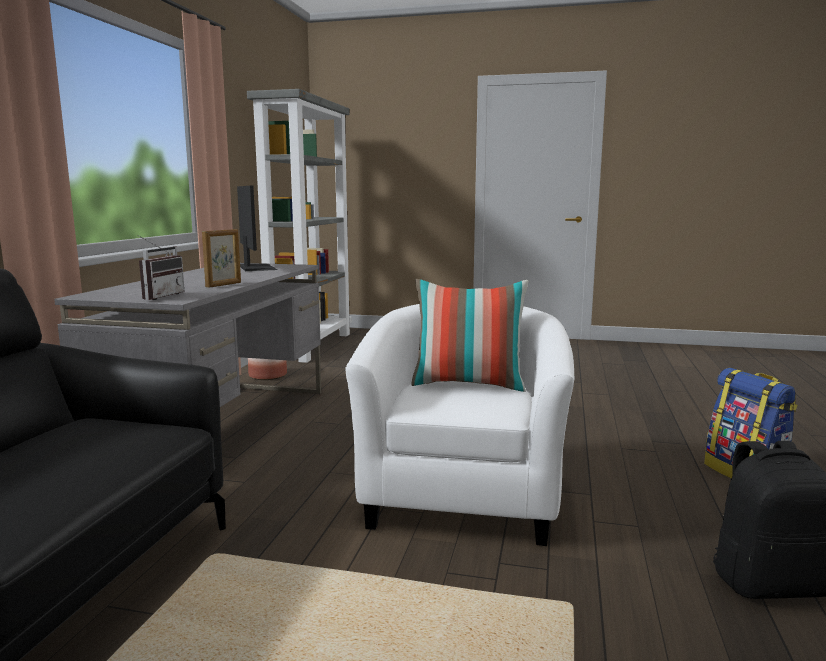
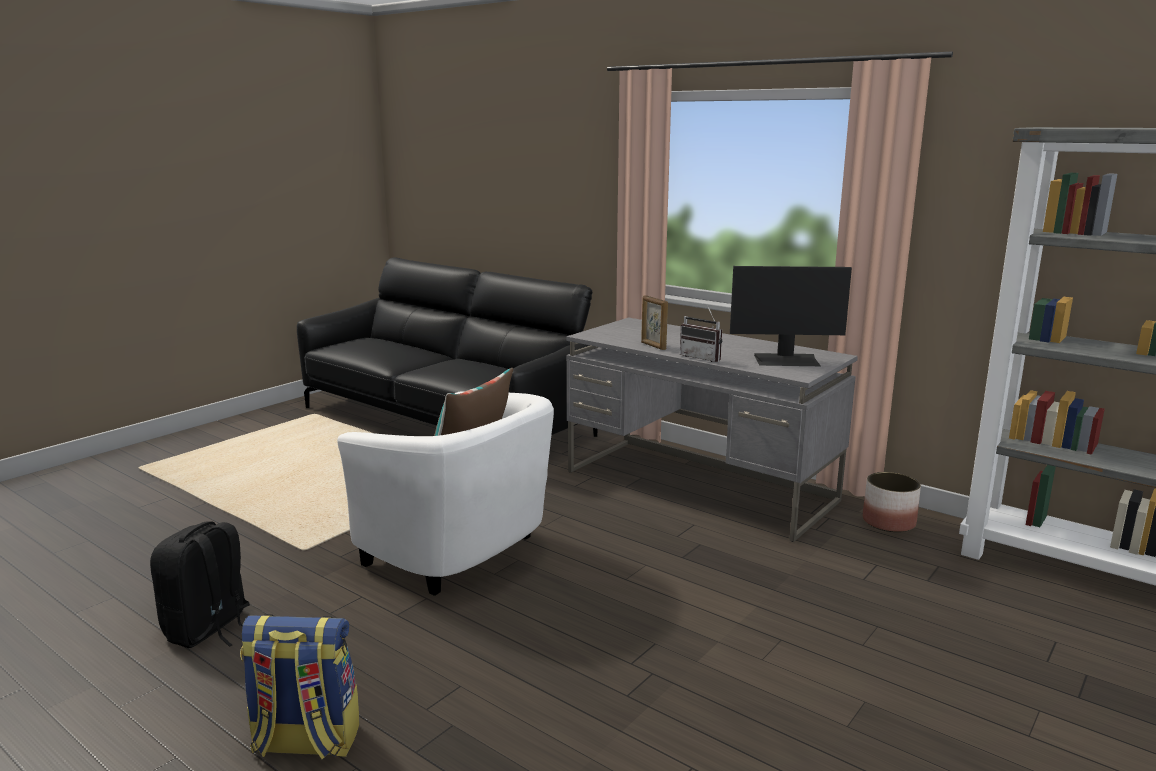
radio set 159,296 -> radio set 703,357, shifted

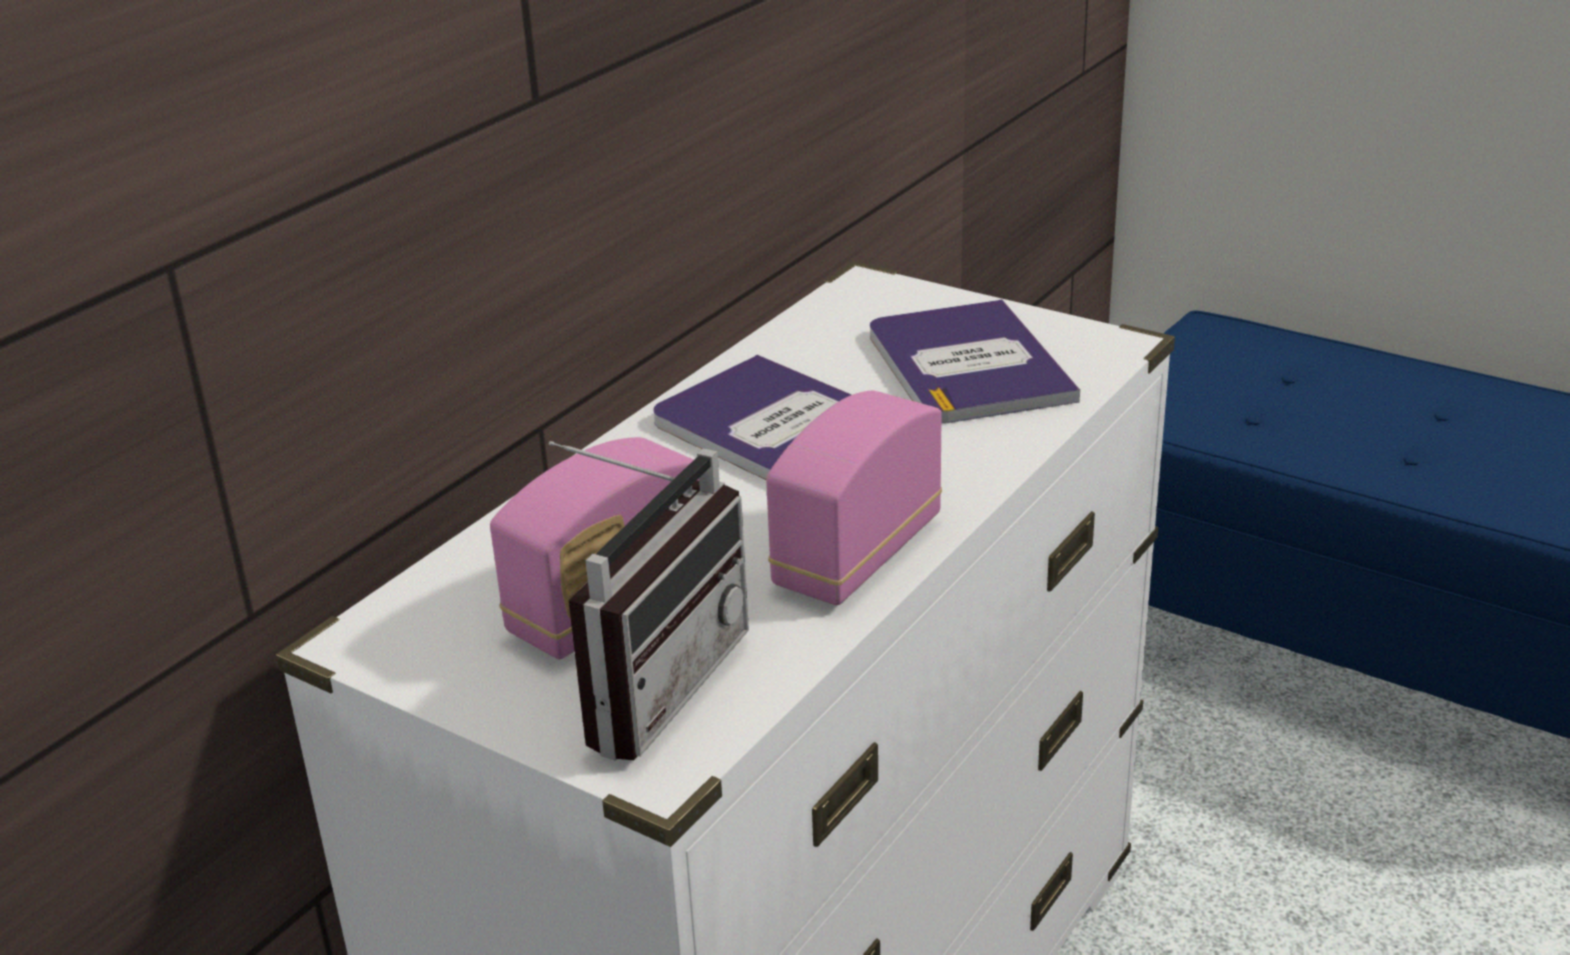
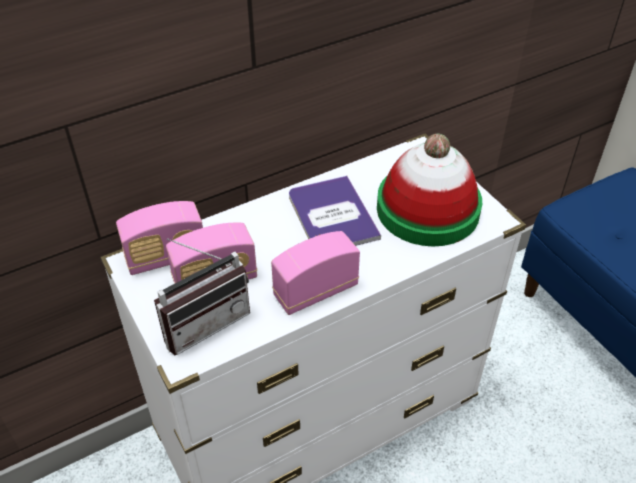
none -> radio set 166,257
bound book 967,365 -> clothing hat 427,209

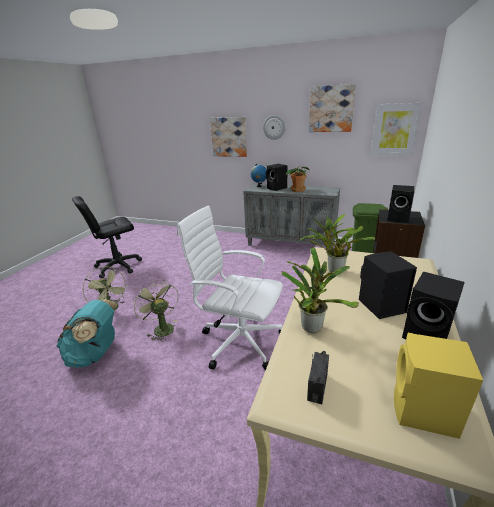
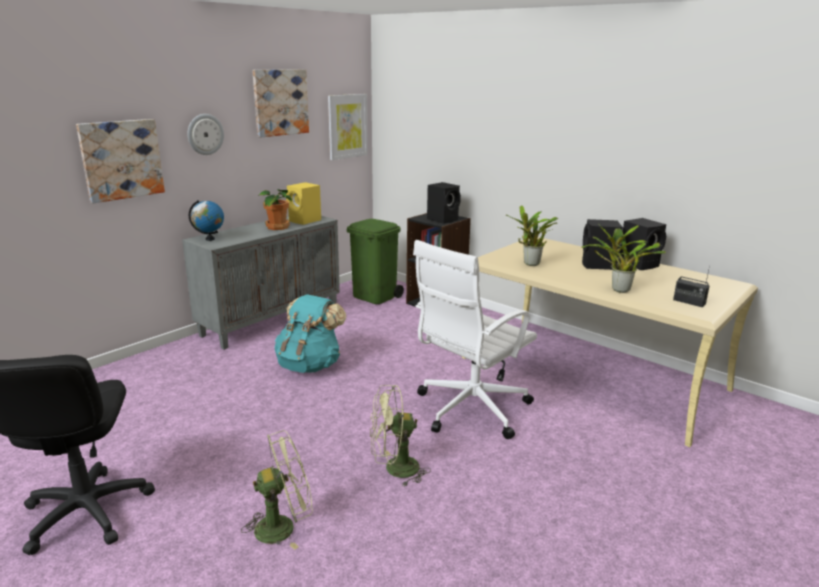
blackish audio speaker 277,188 -> none
turquoise rucksack 95,354 -> turquoise rucksack 310,365, shifted
yellow-coloured audio speaker 423,413 -> yellow-coloured audio speaker 305,221, shifted

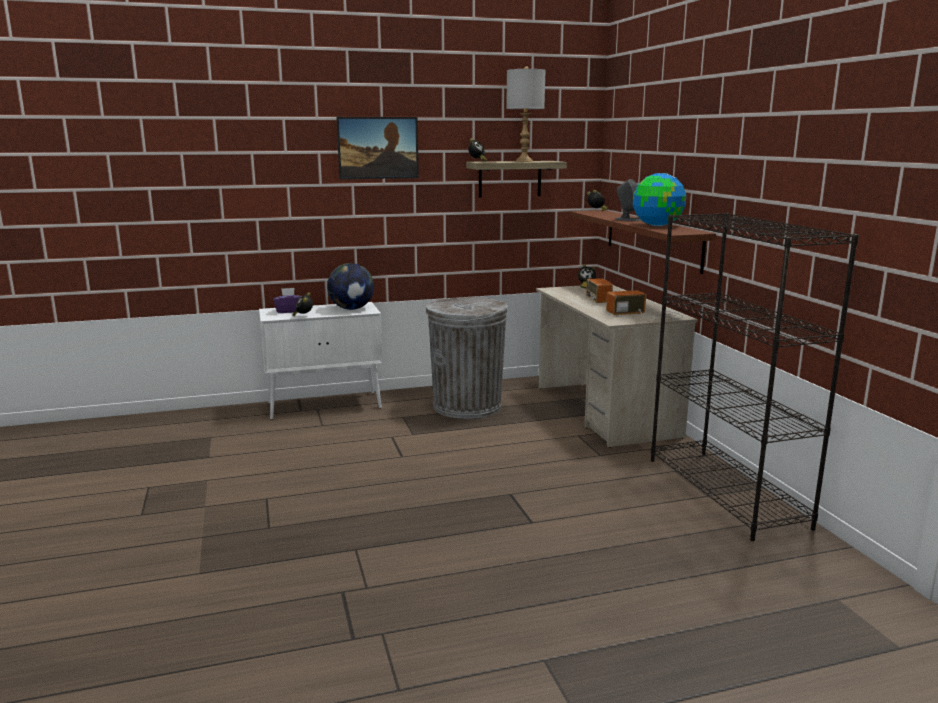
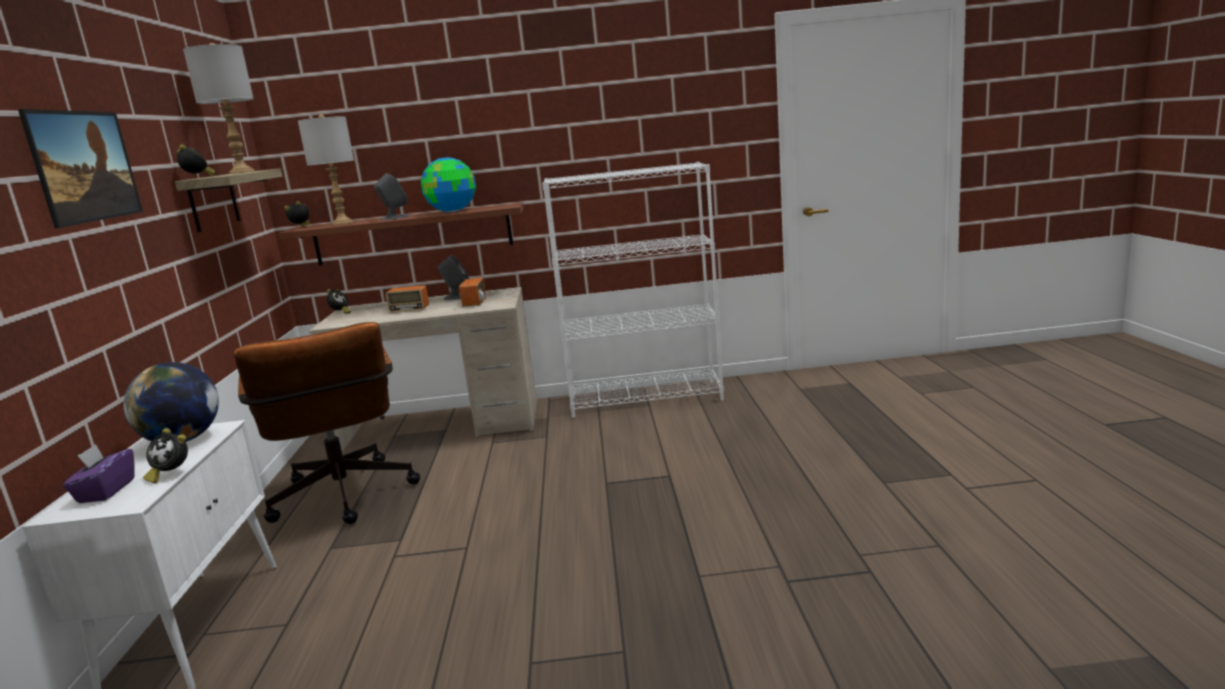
none -> grey table lamp 342,223
none -> grey audio speaker 457,297
grey rubbish bin 466,406 -> brown desk chair 344,500
blackish bookshelf 726,492 -> white-coloured bookshelf 646,398

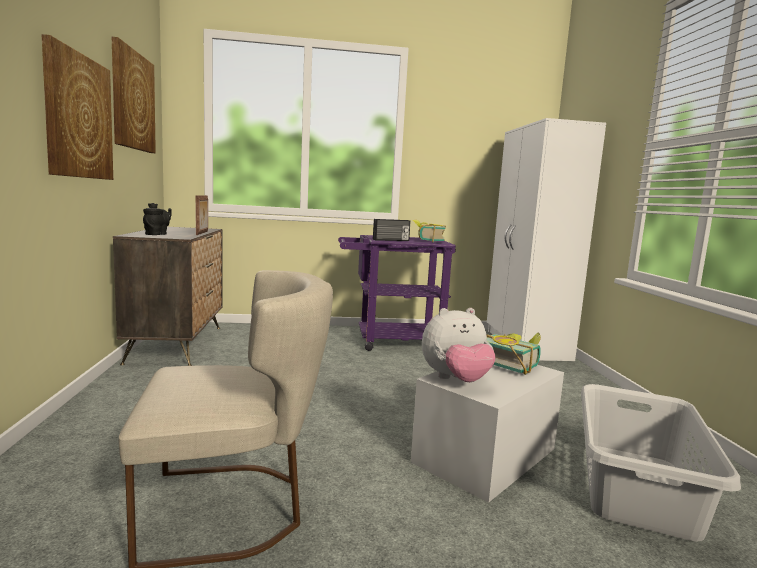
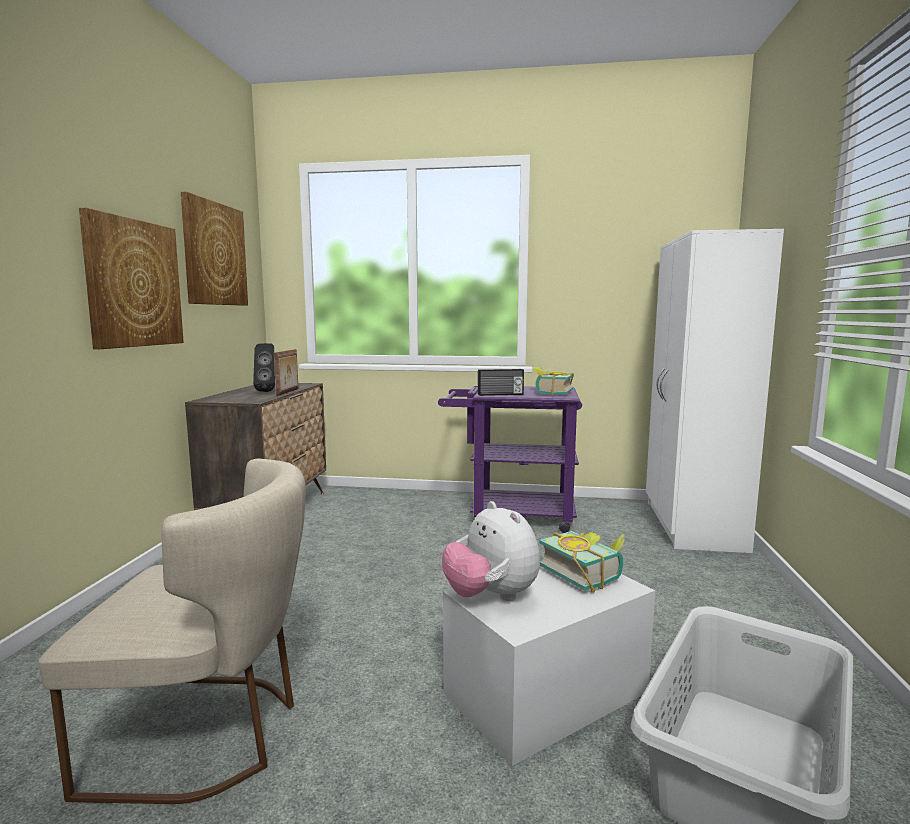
blackish tea pot 157,234 -> none
none -> blackish audio speaker 267,391
plush toy 455,380 -> plush toy 491,596, 60 degrees clockwise

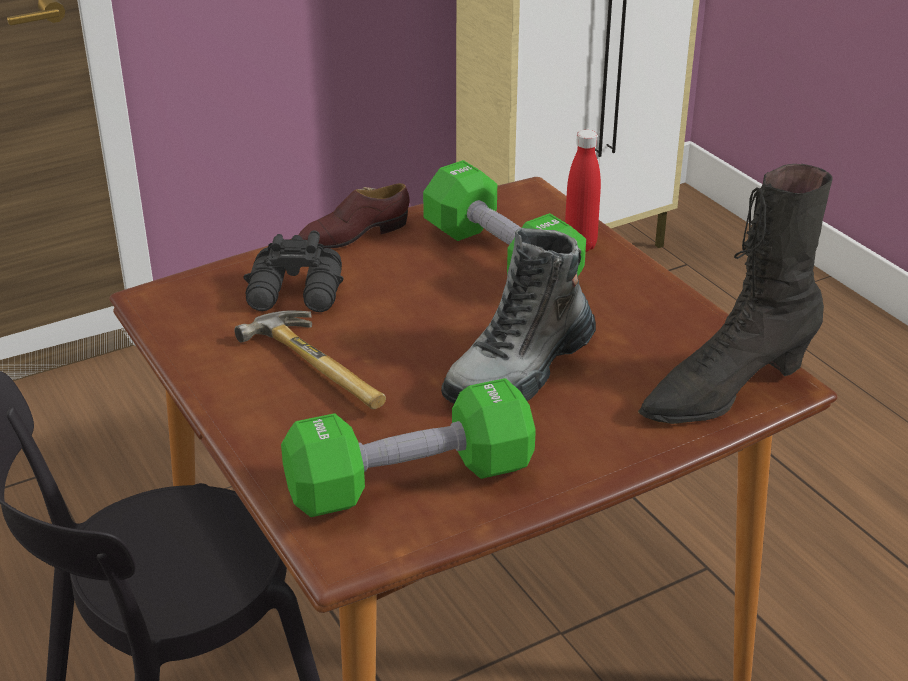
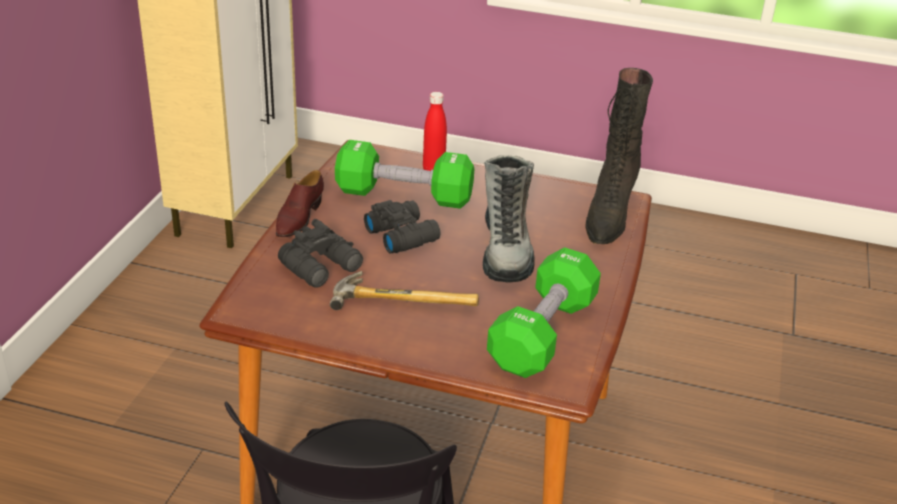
none -> blackish field glasses 402,234

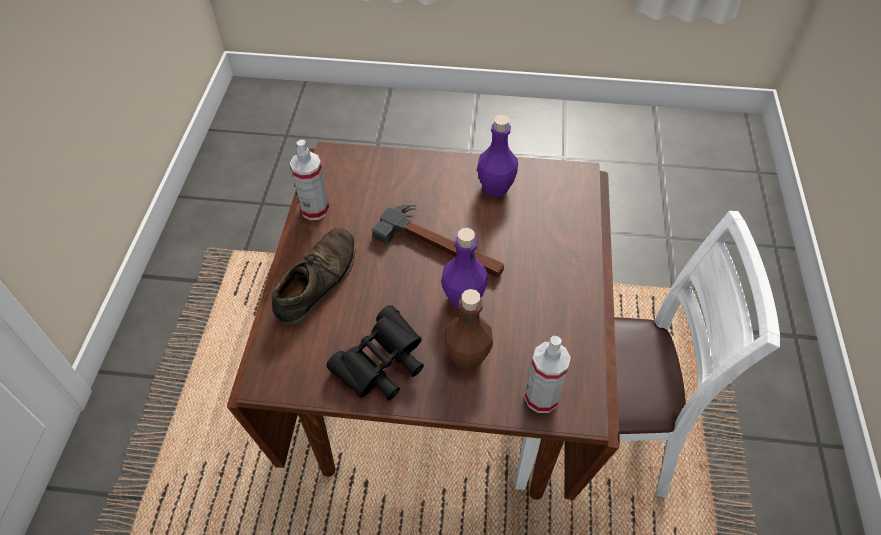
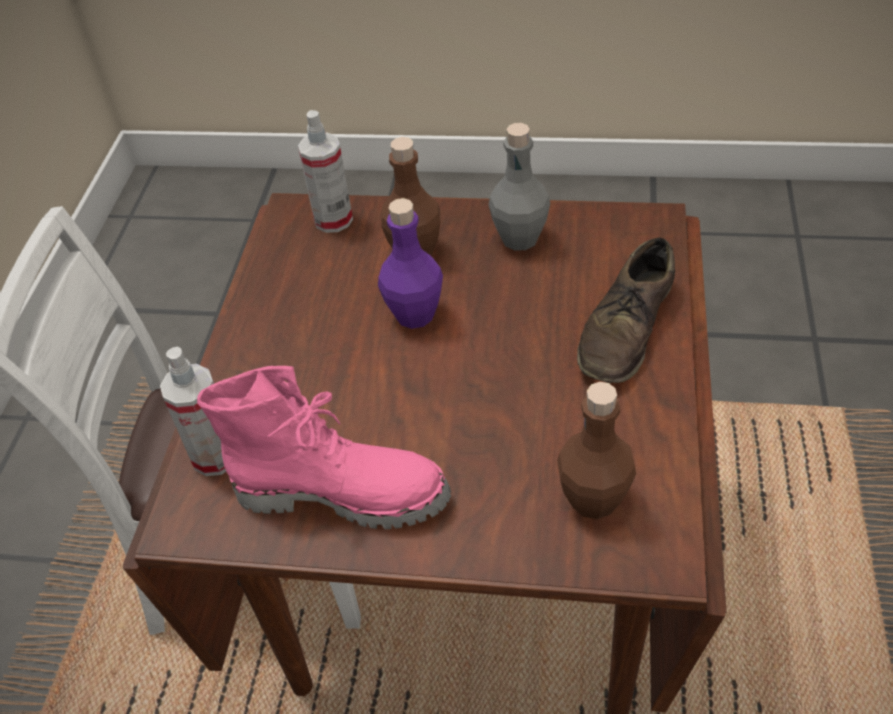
hand hammer 441,247 -> none
none -> brown beverage bottle 593,499
sprayer 315,209 -> sprayer 215,456, shifted
blackish field glasses 381,366 -> grey beverage bottle 519,238
purple-coloured beverage bottle 495,187 -> pinkish high-top boot 343,493

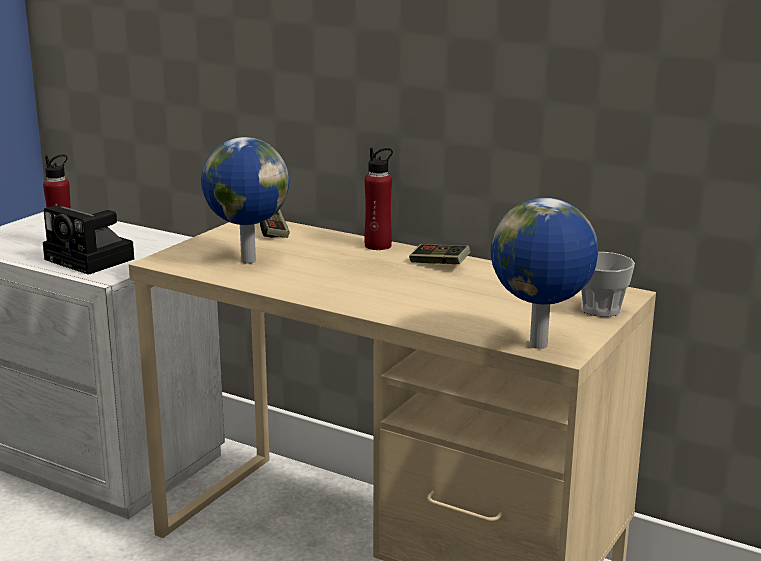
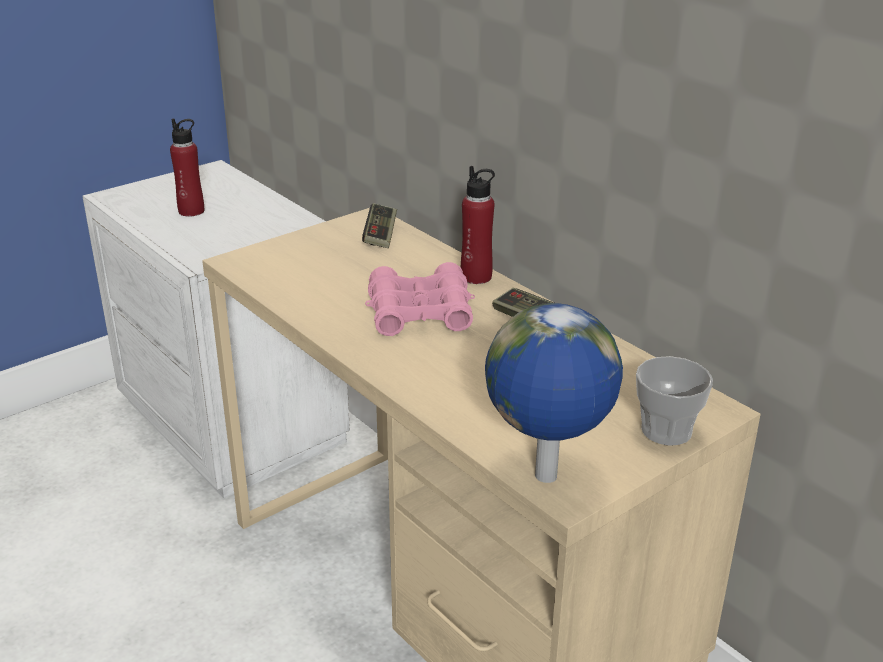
photo camera 92,260 -> none
globe 247,260 -> none
none -> pinkish field glasses 420,313

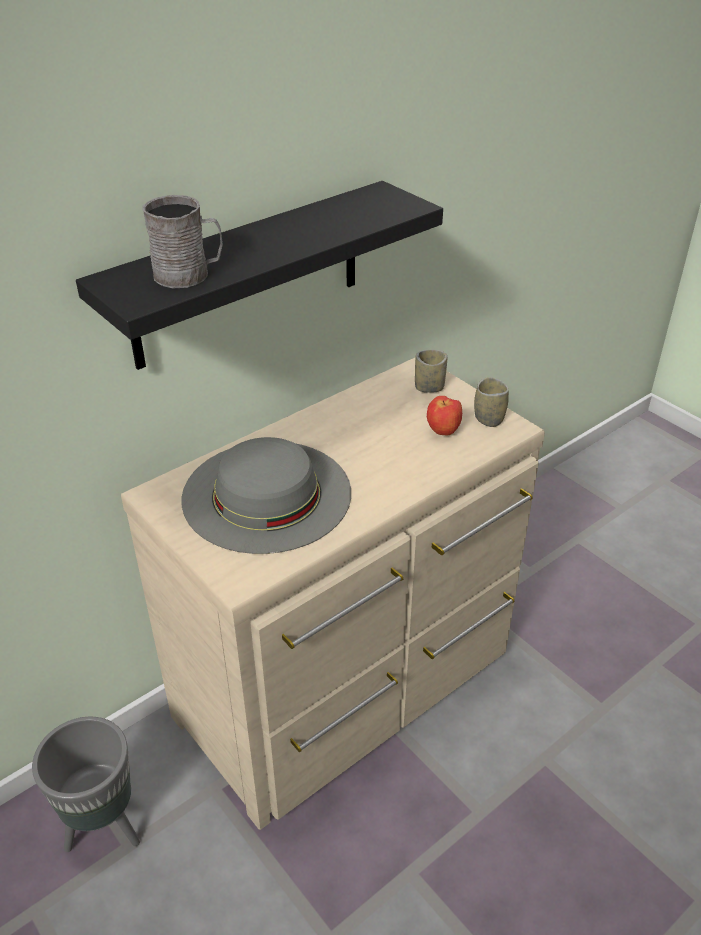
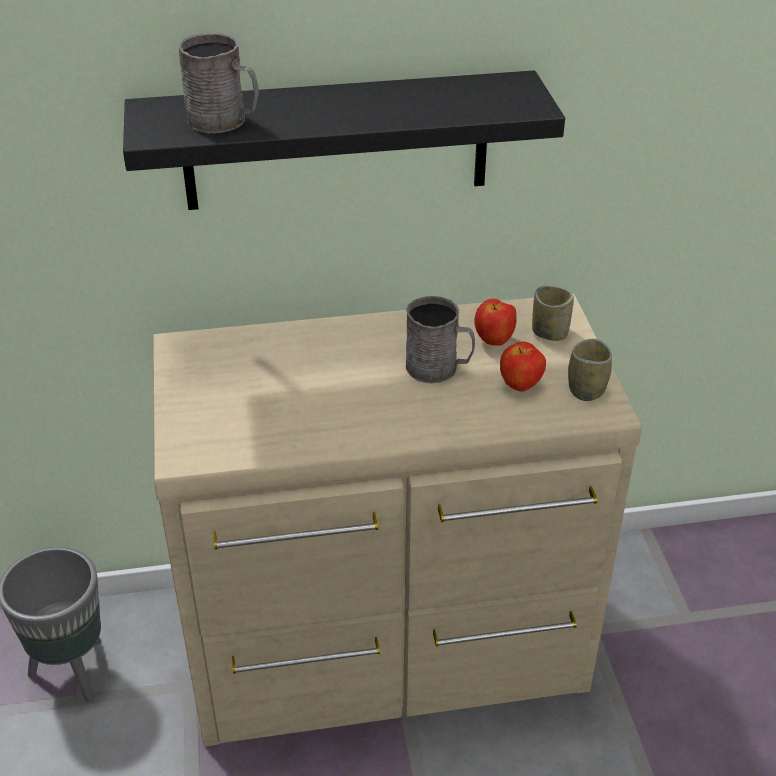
grey clothing hat 266,494 -> none
none -> grey tea mug 439,368
none -> apple 494,341

